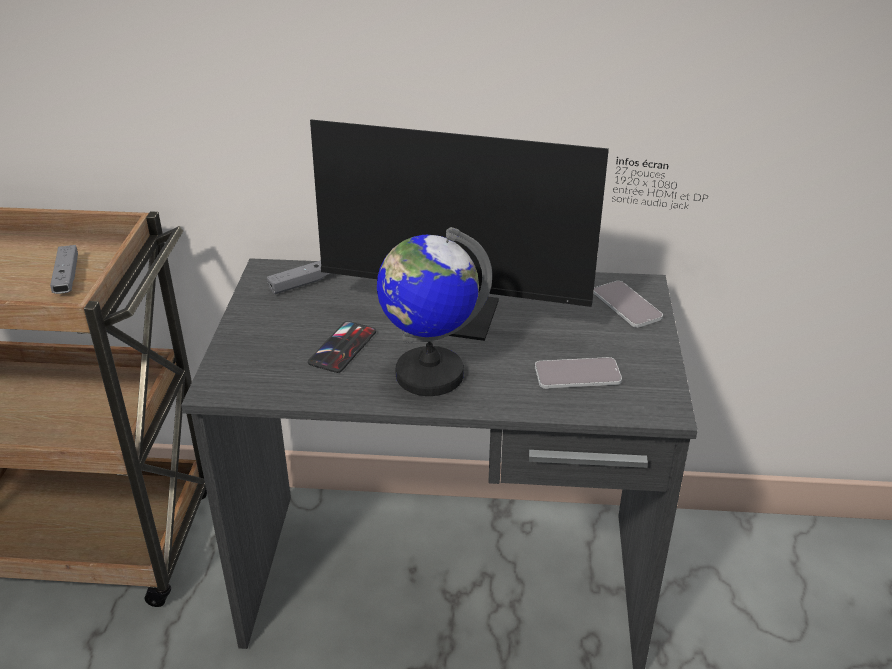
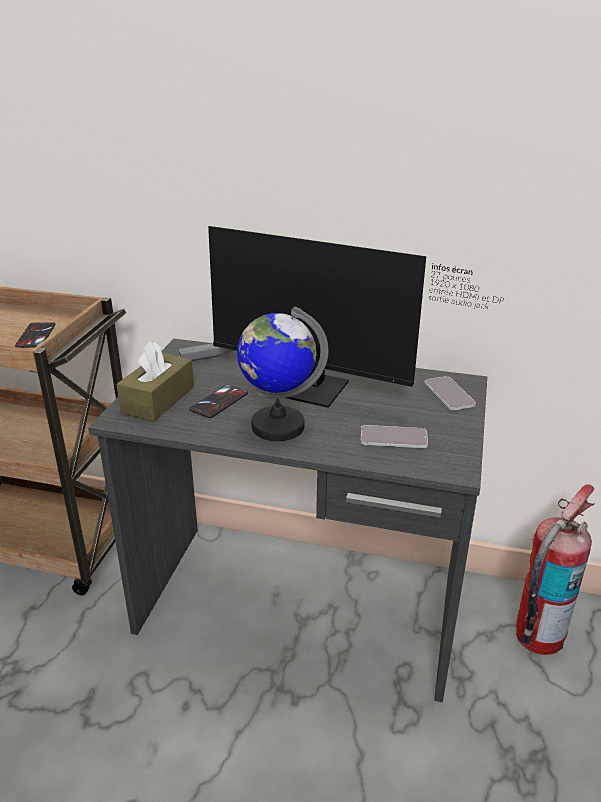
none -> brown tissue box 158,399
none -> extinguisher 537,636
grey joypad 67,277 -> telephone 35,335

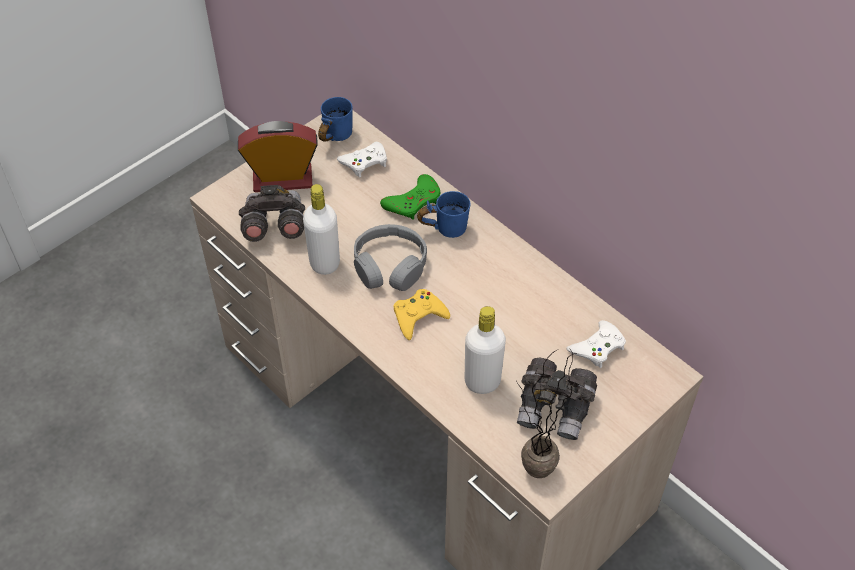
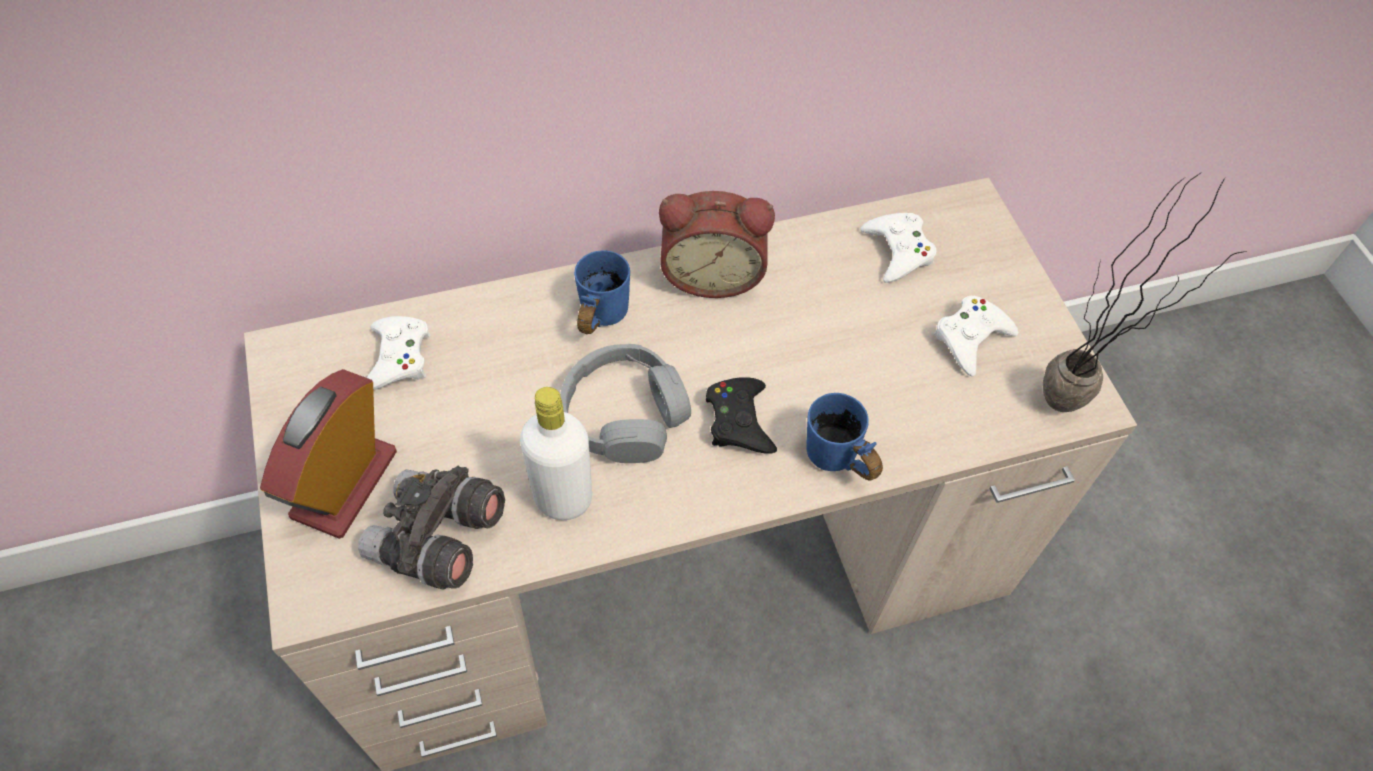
greenish joypad 413,201 -> none
white-coloured beverage bottle 482,381 -> none
none -> bedside clock 712,273
bluish tea mug 332,136 -> bluish tea mug 833,464, shifted
grey field glasses 555,408 -> white-coloured joypad 971,338
yellow-coloured joypad 418,316 -> blackish joypad 739,421

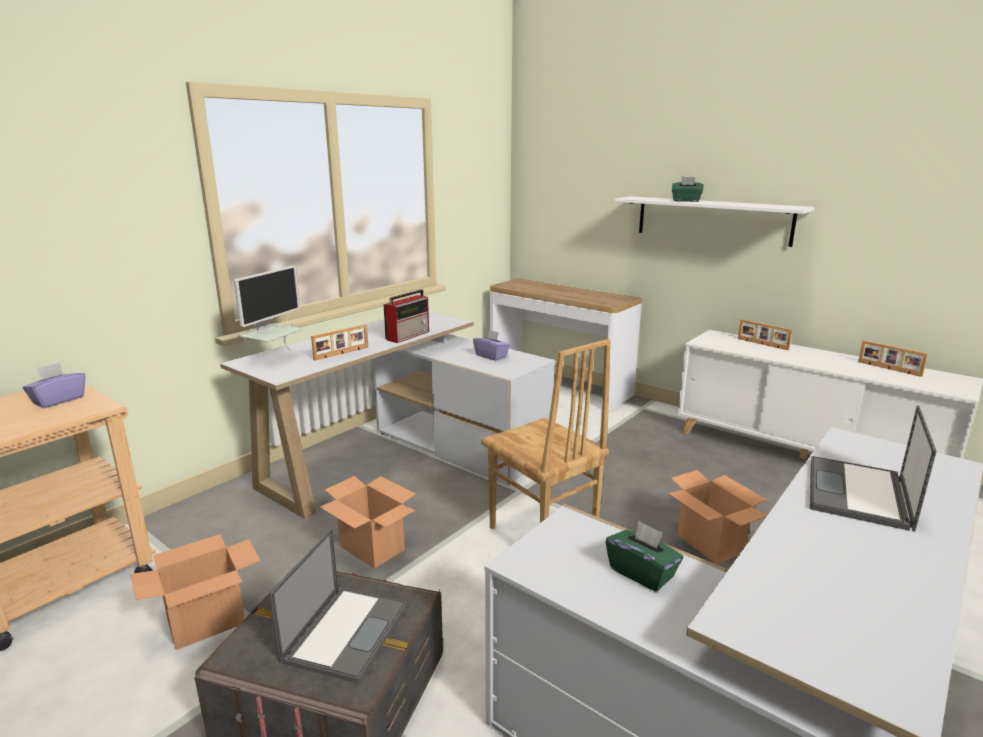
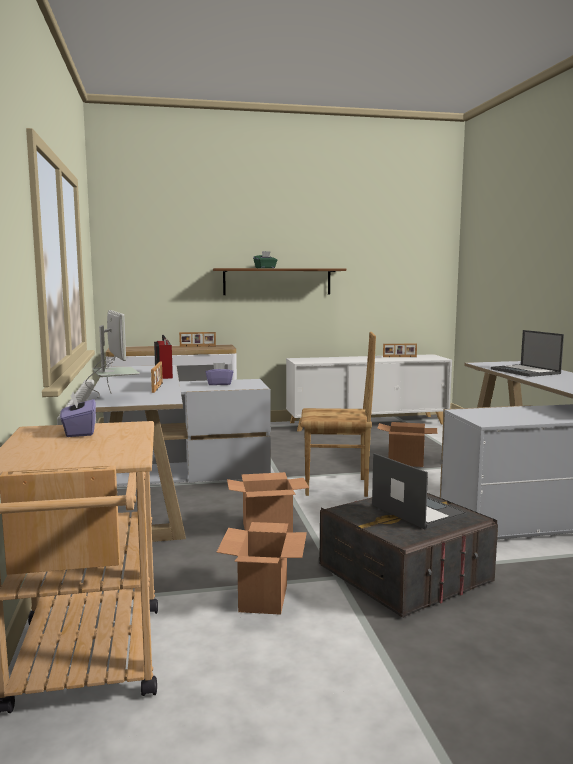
greenish tissue box 642,573 -> none
standing frame 762,344 -> standing frame 197,346, shifted
white-coloured bracket shelf 712,220 -> brown bracket shelf 277,281

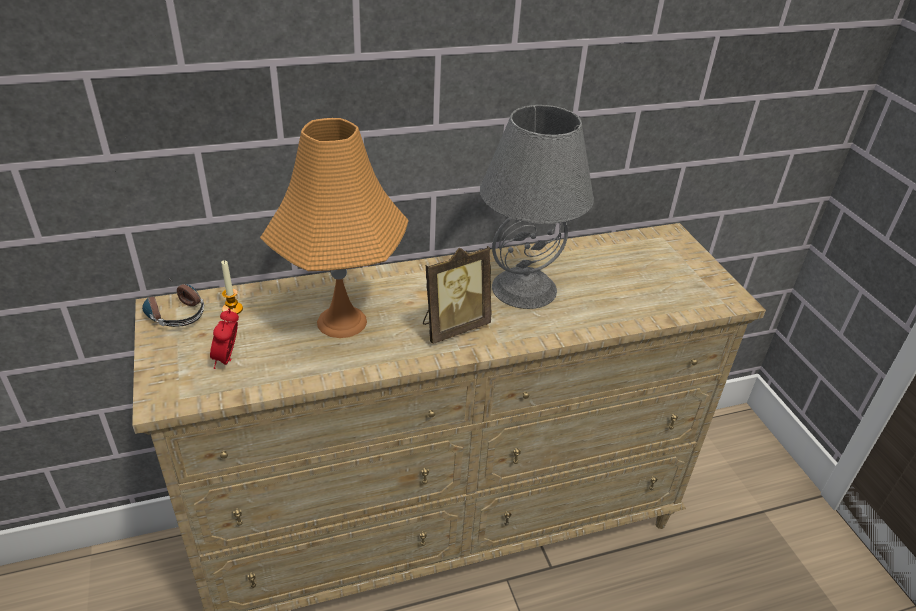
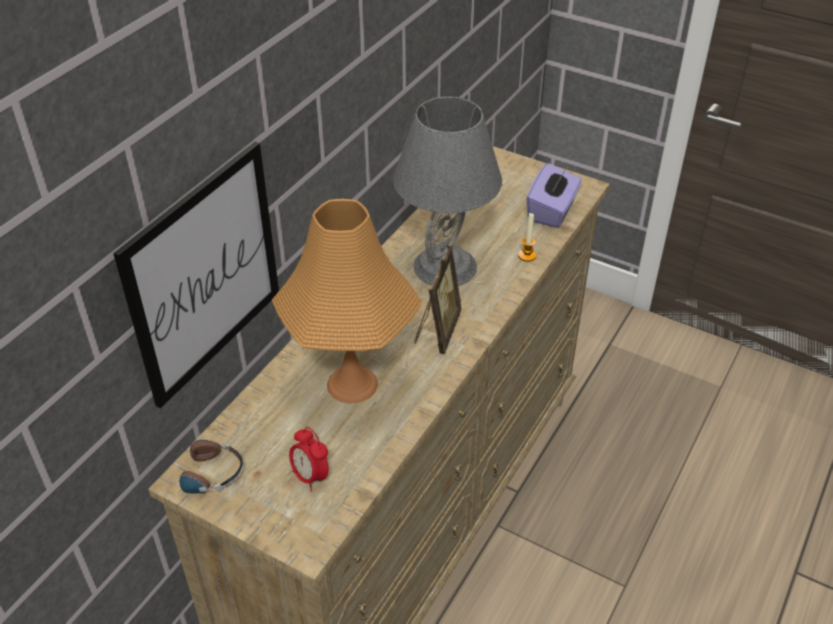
none -> wall art 204,274
none -> purple-coloured tissue box 552,211
wax candle 232,309 -> wax candle 527,255, shifted

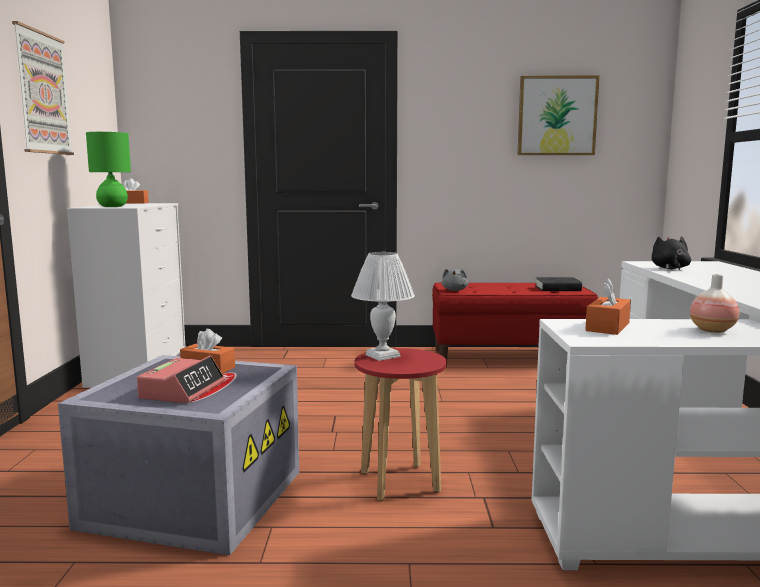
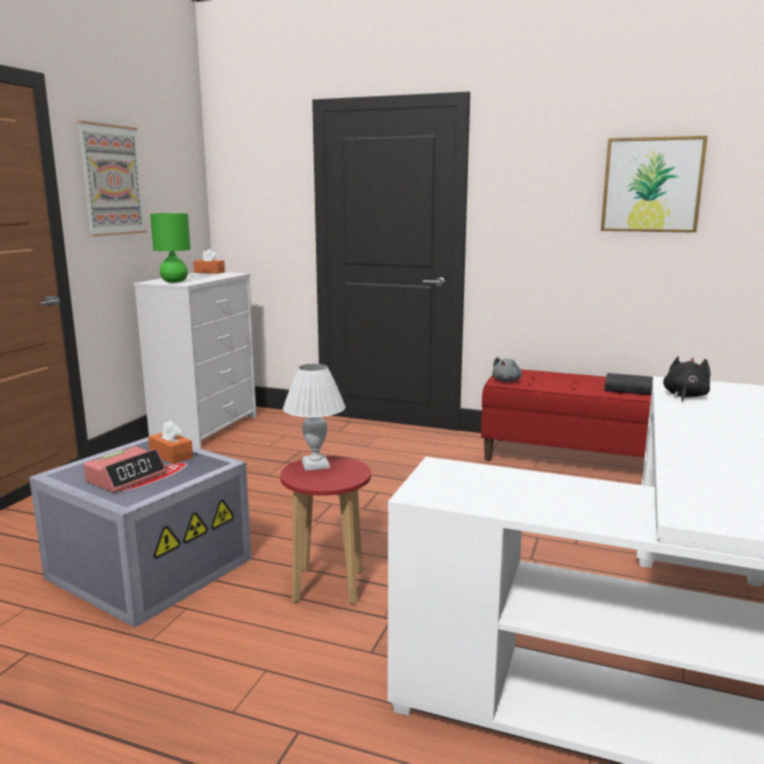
orange tissue box 607,327 -> none
vase 712,330 -> none

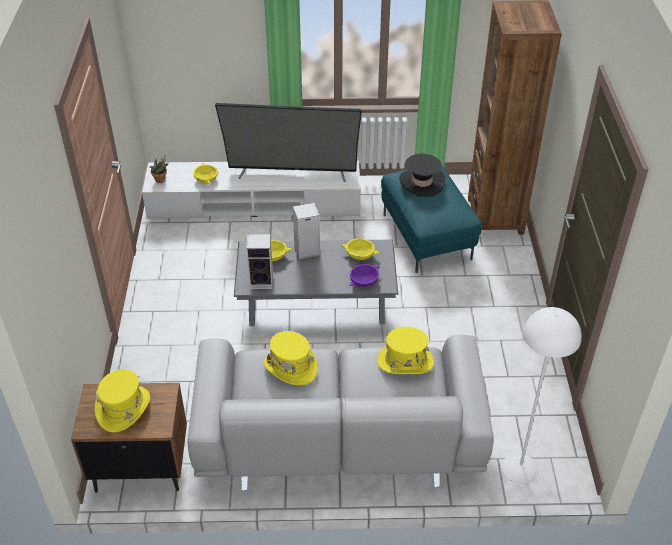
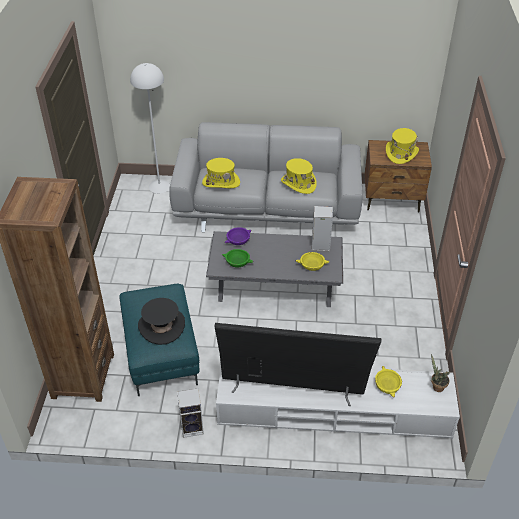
audio speaker 306,251 -> audio speaker 193,427, shifted
yellow-coloured deep dish 360,254 -> greenish deep dish 237,263

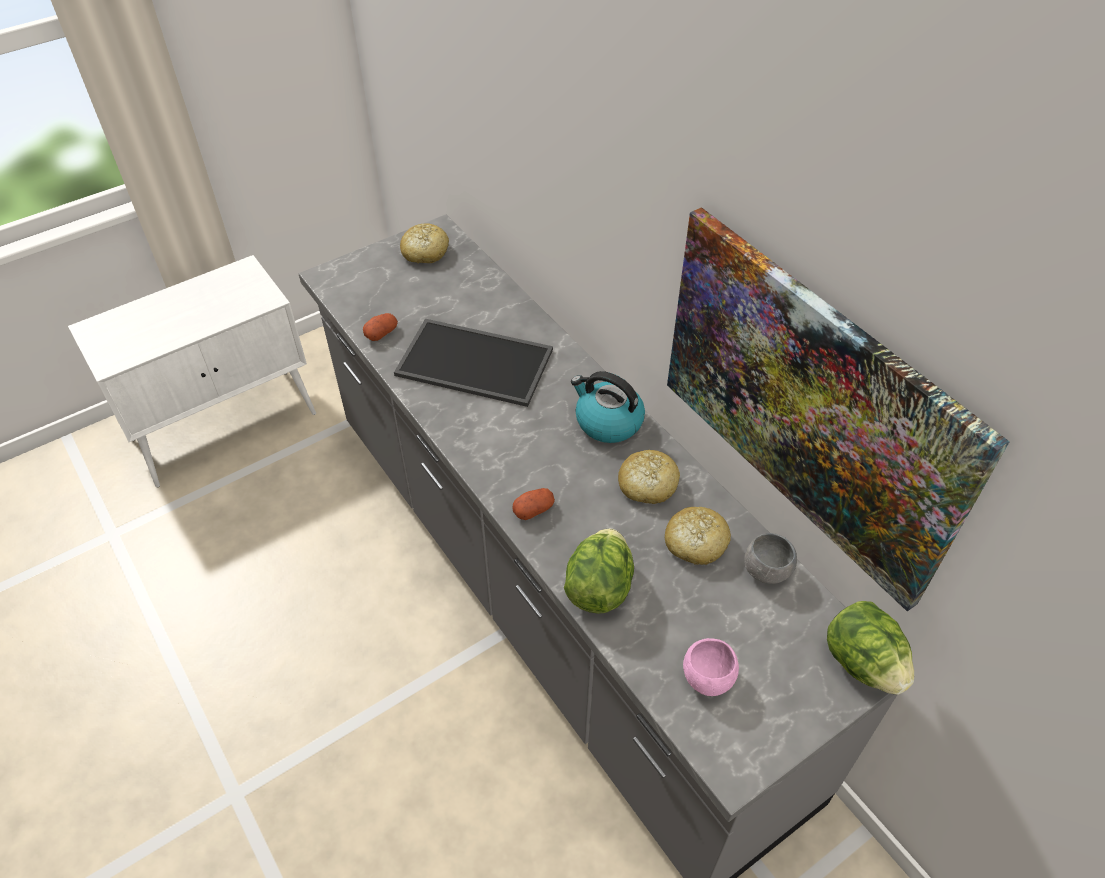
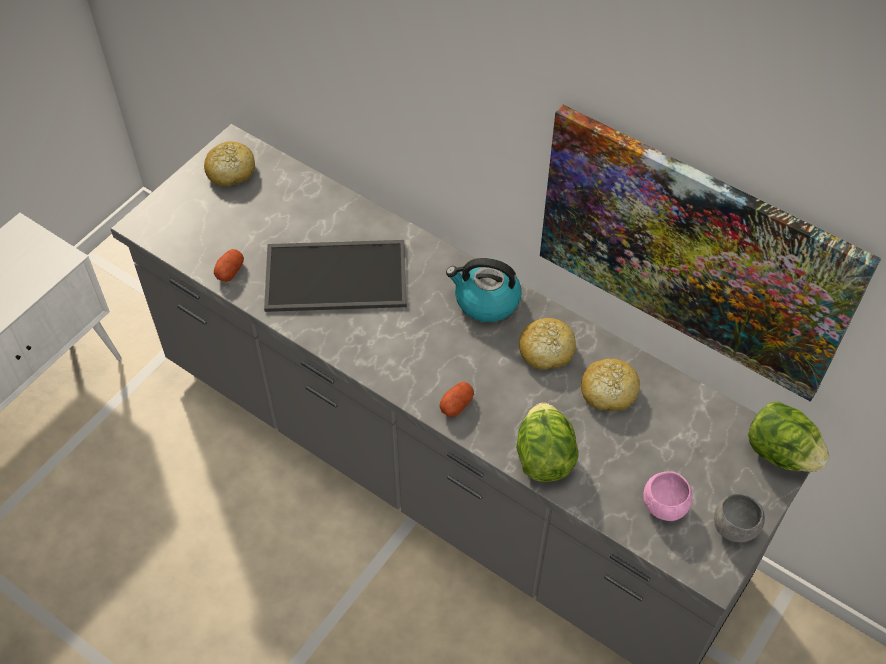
grey deep dish 767,570 -> grey deep dish 735,527, shifted

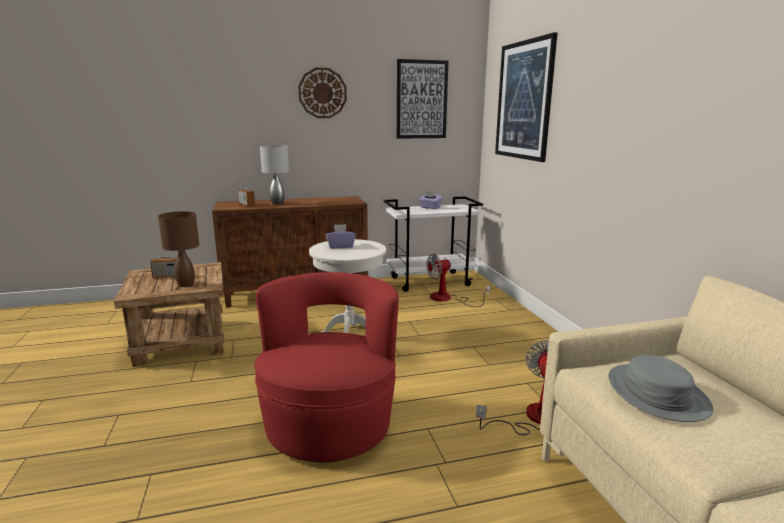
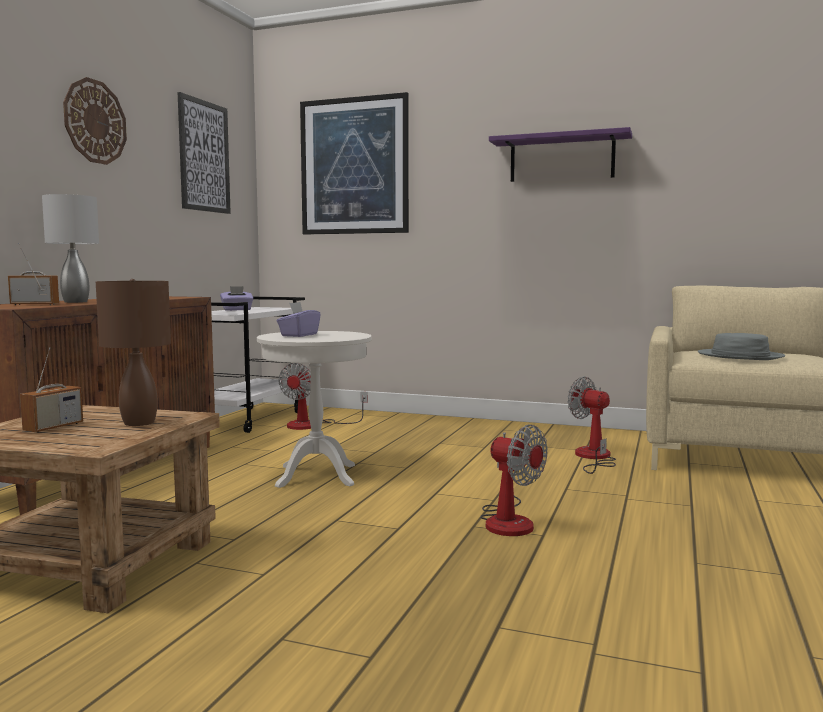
none -> purple-coloured bracket shelf 561,158
reddish armchair 329,425 -> cooling fan 508,520

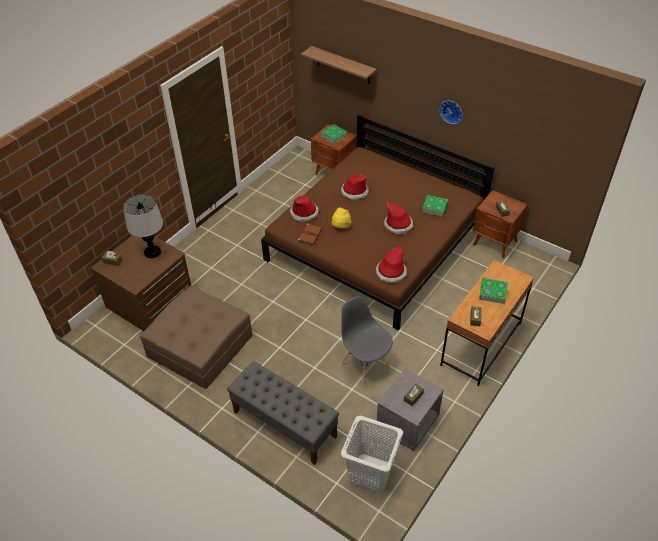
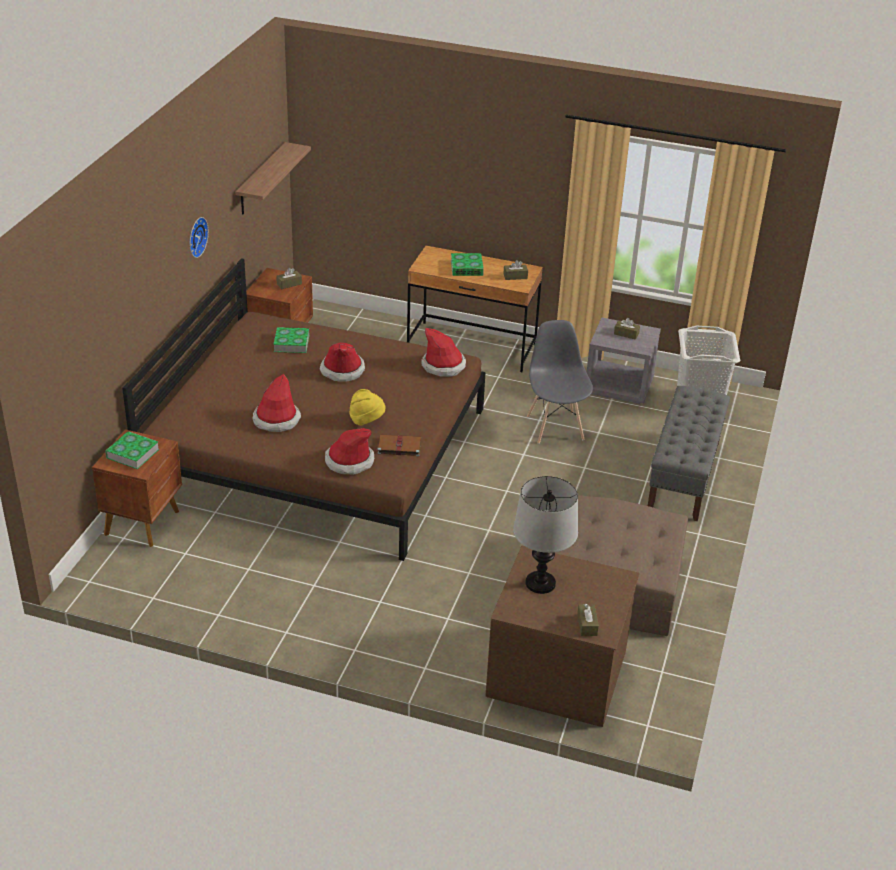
bracket shelf 343,65 -> bracket shelf 261,179, shifted
grey chair 365,365 -> grey chair 555,427, 135 degrees clockwise

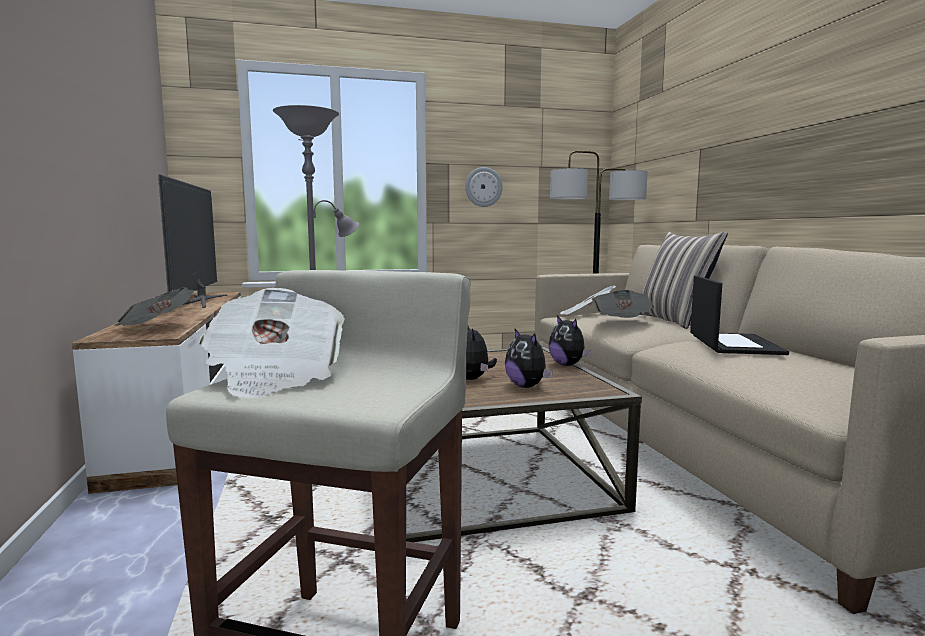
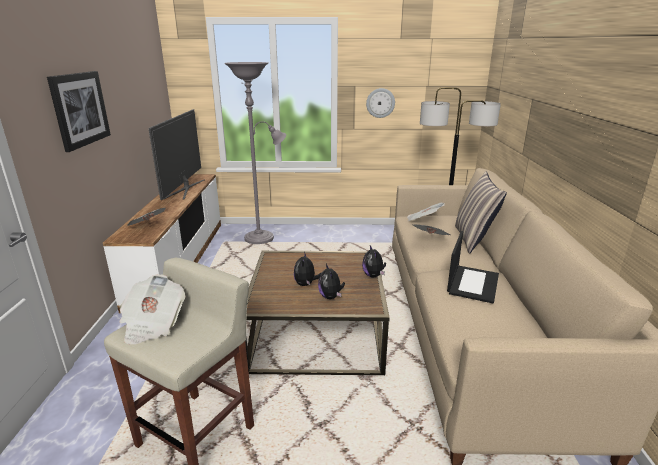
none -> wall art 80,109

